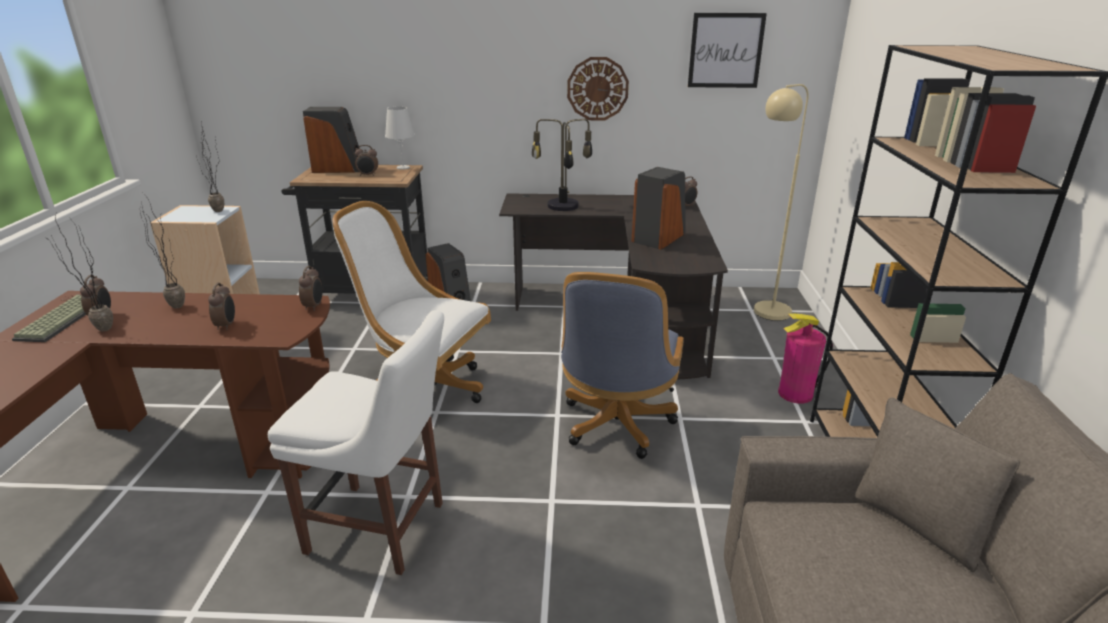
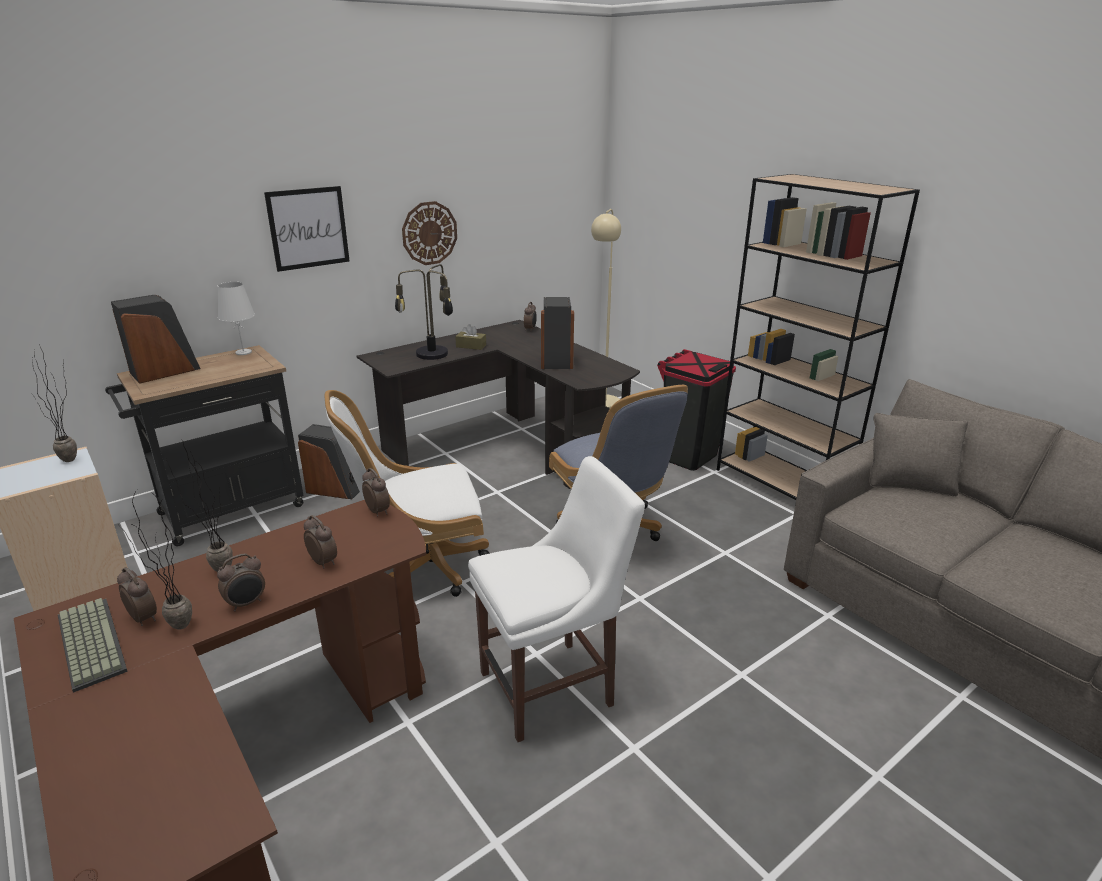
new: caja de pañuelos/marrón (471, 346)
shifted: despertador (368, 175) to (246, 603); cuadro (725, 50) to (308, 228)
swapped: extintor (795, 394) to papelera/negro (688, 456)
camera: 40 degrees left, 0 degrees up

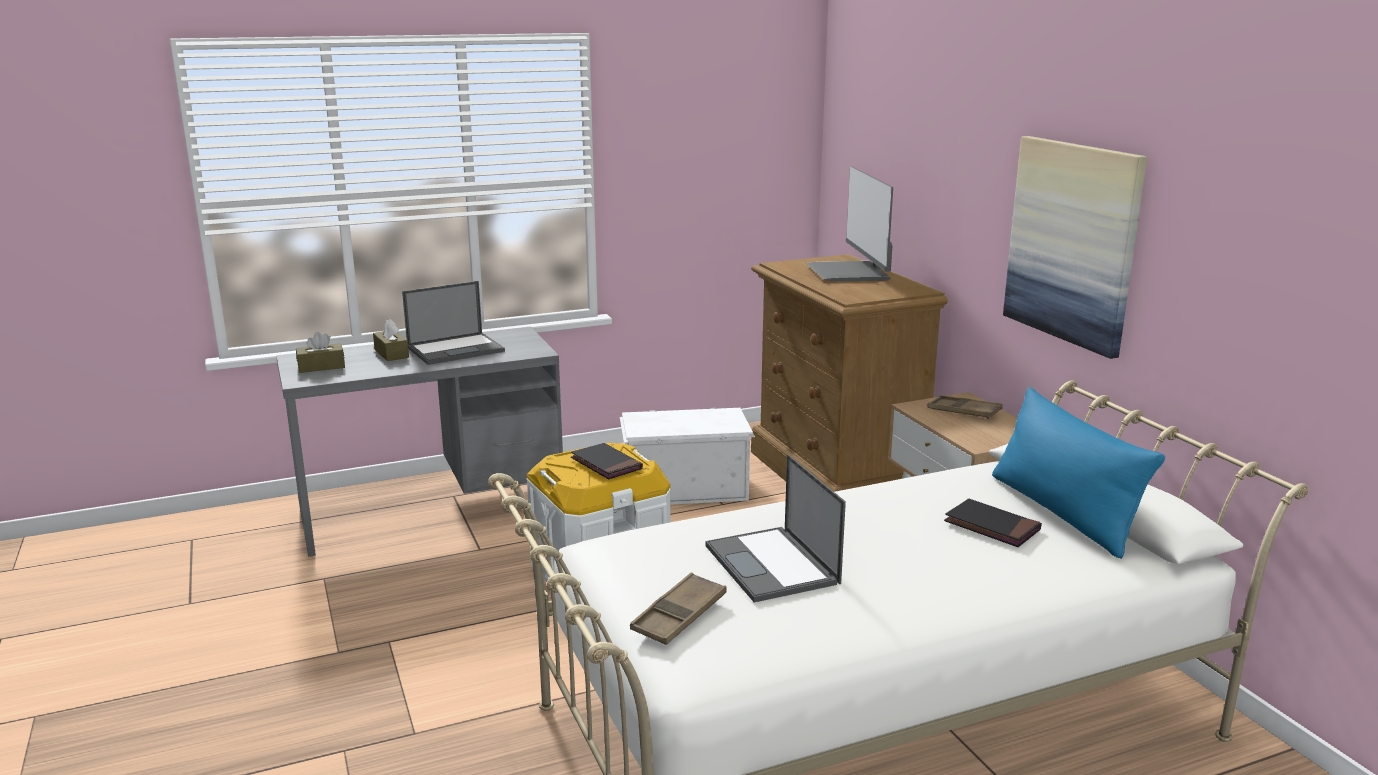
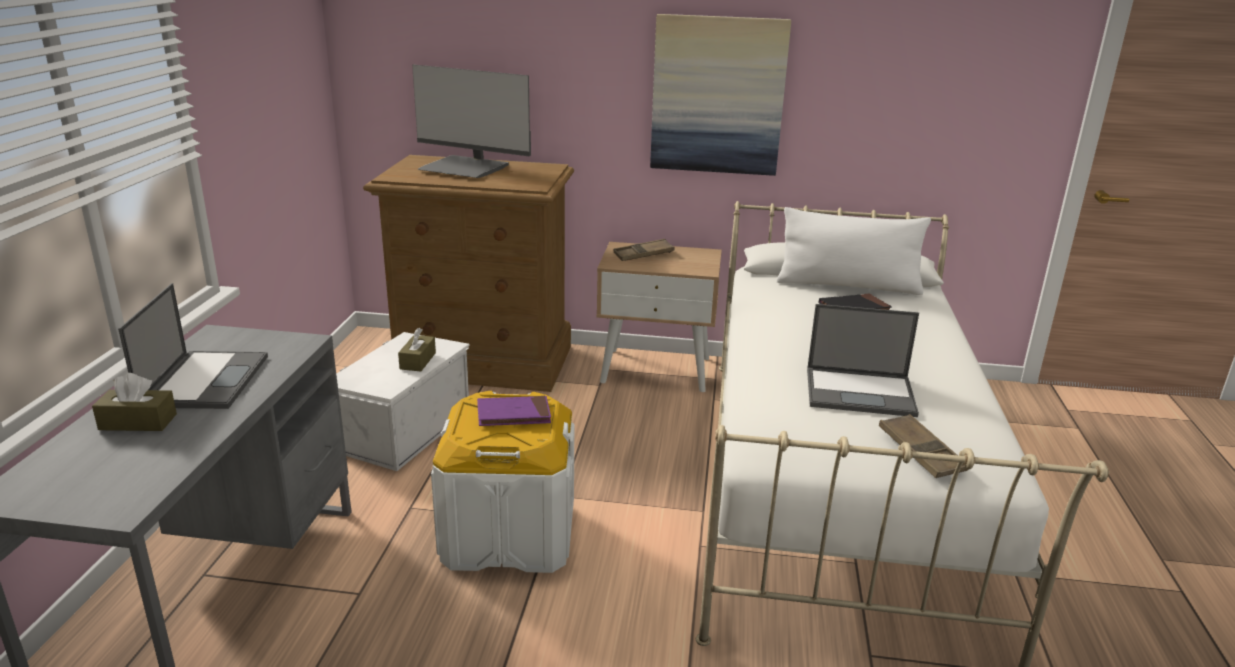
shifted: caja de pañuelos/marrón (321, 367) to (418, 361)
repainted: libro/negro (606, 464) to libro/morado (513, 415); cojín/azul (1062, 512) to cojín/blanco (848, 285)
camera: 60 degrees left, 5 degrees up

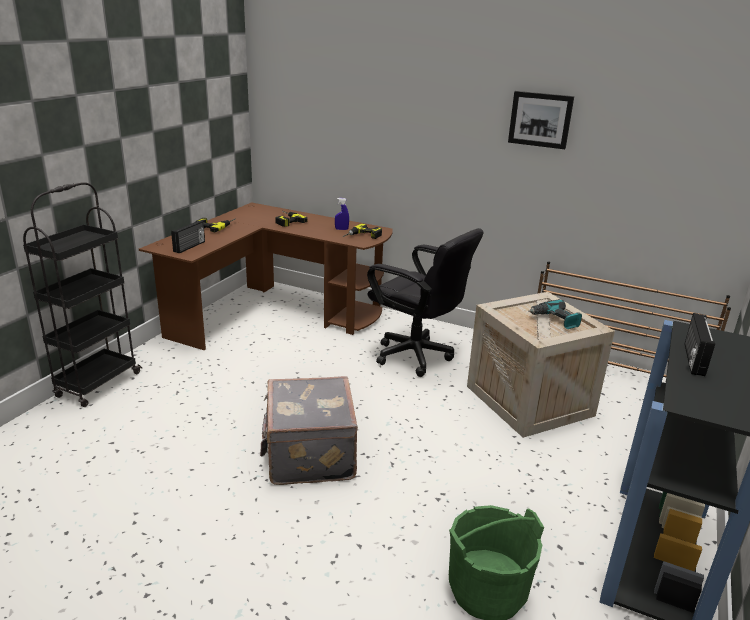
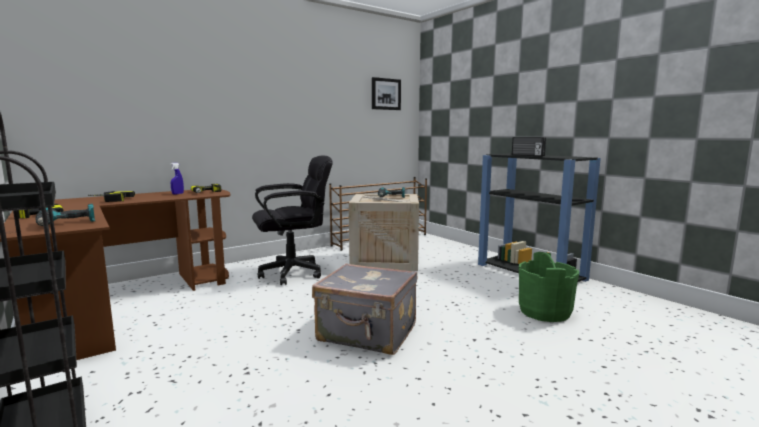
shifted: cuadro (540, 119) to (385, 94)
swapped: radio (190, 247) to taladro (67, 224)
camera: 60 degrees left, 15 degrees down

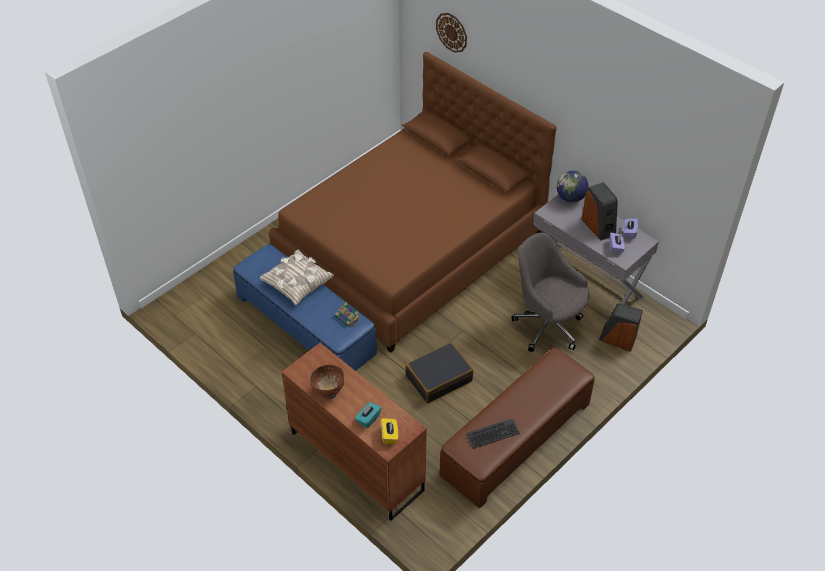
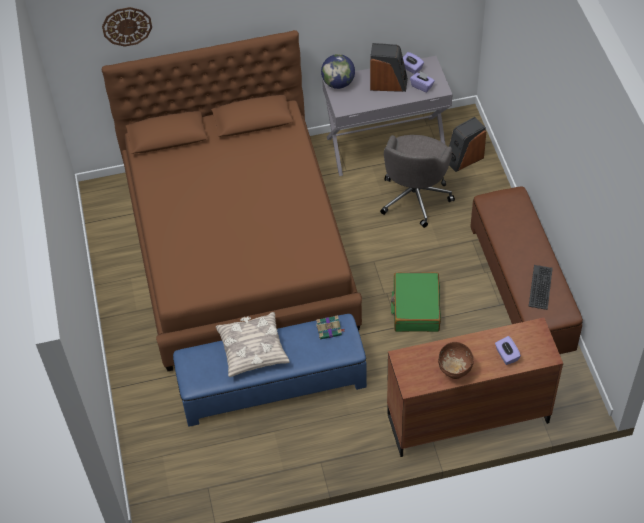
gone: caja de pañuelos/amarillo (389, 435)
repainted: caja de pañuelos/turquesa (368, 419) to caja de pañuelos/morado (506, 355); maleta/negro (438, 378) to maleta/verde (416, 308)
rotated: silla de oficina/gris (546, 326) = (414, 199) 60 degrees counterclockwise
camera: 55 degrees left, 5 degrees up

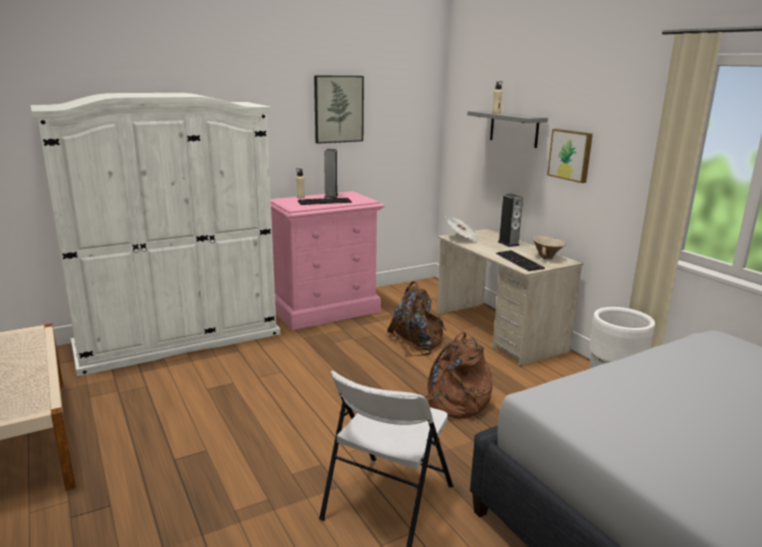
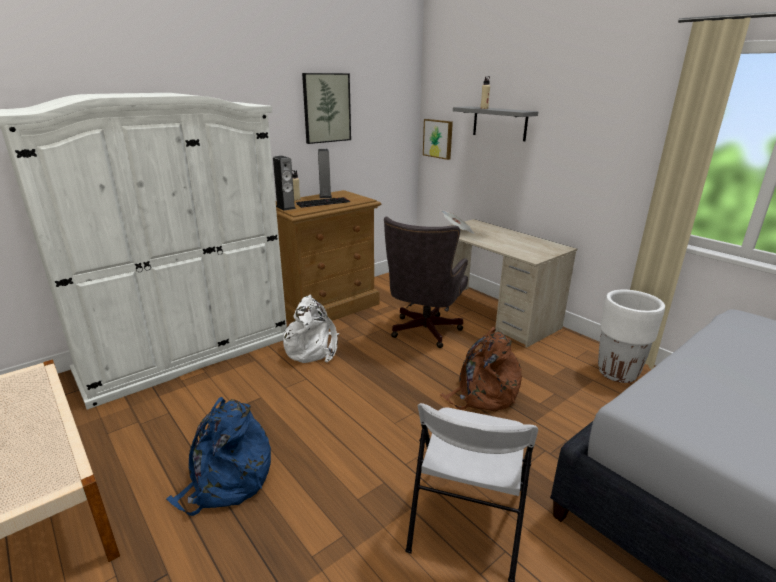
gone: teclado (520, 261); cuenco/beis (547, 257)
new: mochila/azul (226, 481); mochila/blanco (312, 349)
shifted: altavoz (508, 243) to (285, 207); cuadro (571, 155) to (438, 138)
swapped: mochila/marrón (416, 342) to silla de oficina/gris (424, 332)
repainted: cómoda/rosa (325, 310) to cómoda/marrón (327, 307)
camera: 10 degrees left, 5 degrees up

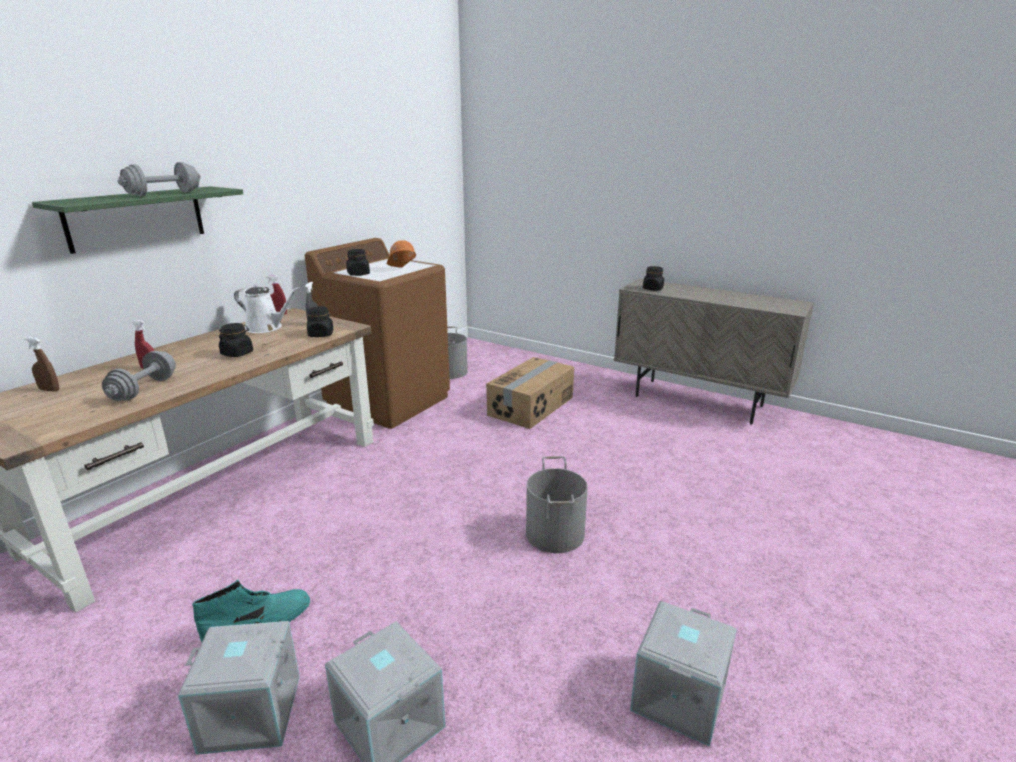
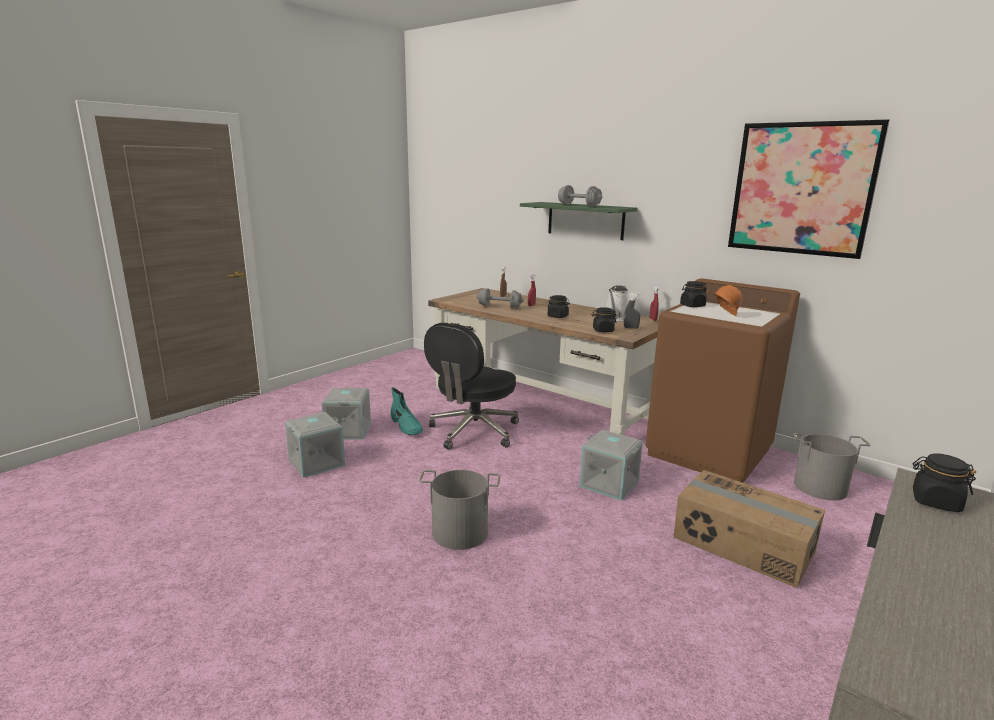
new: silla de oficina/negro (473, 431); cuadro (802, 189)
shifted: caja de almacenaje/gris (677, 695) to (610, 483)
camera: 95 degrees right, 5 degrees down

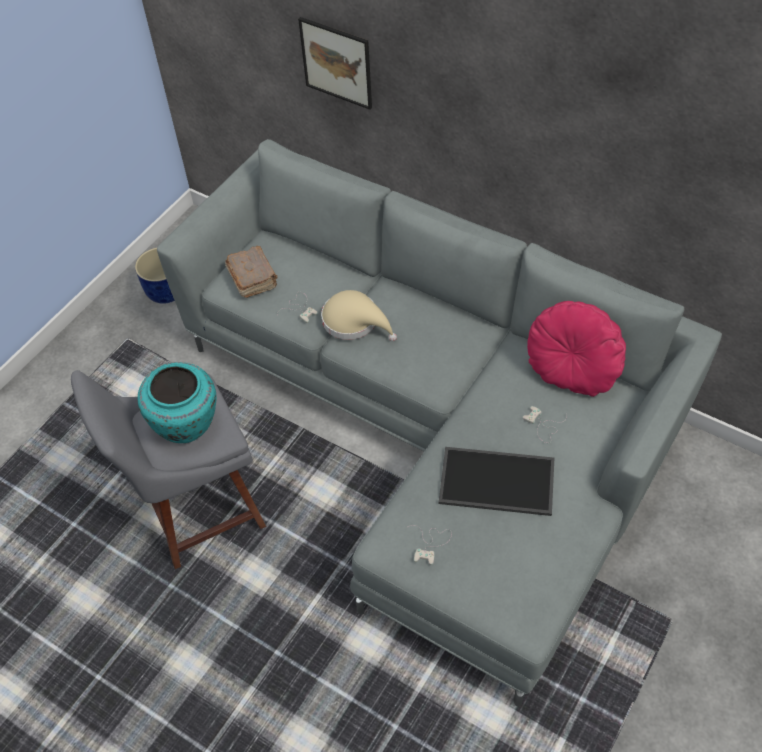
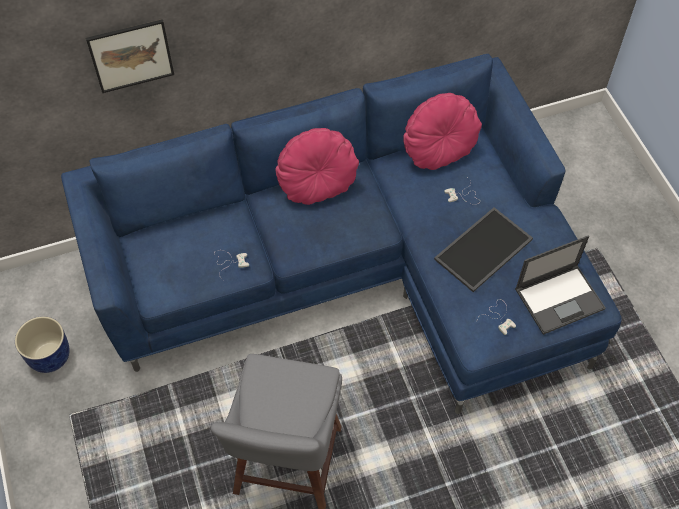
gone: florero/turquesa (187, 427); libro/marrón (253, 278); sombrero/beis (354, 321)
new: cojín/rosa (317, 188); portátil (560, 298)
repainted: sofá/gris (438, 430) to sofá/azul (358, 268)
camera: 55 degrees left, 5 degrees up

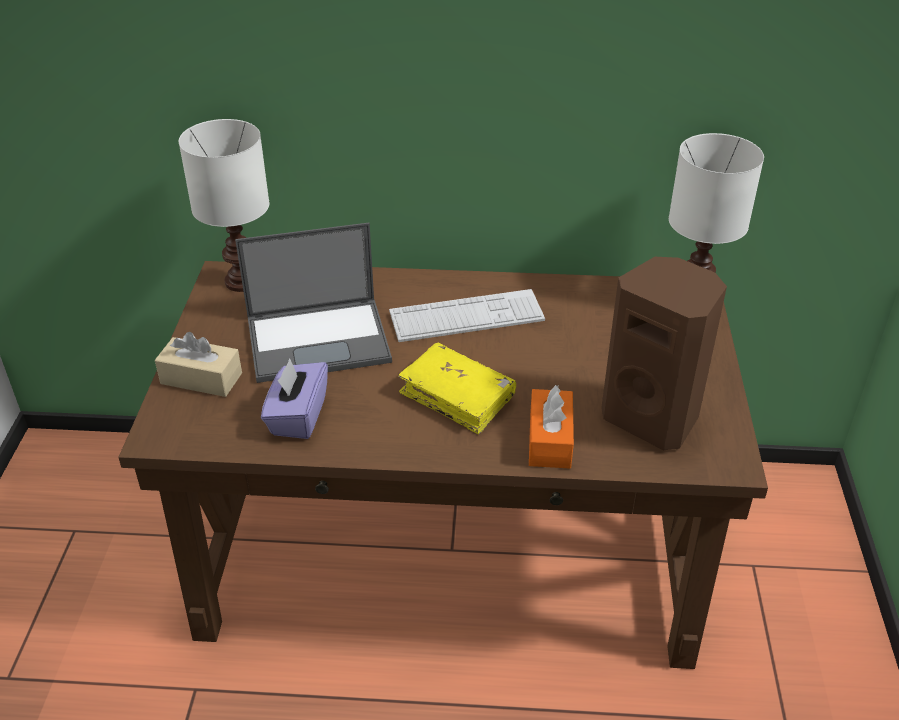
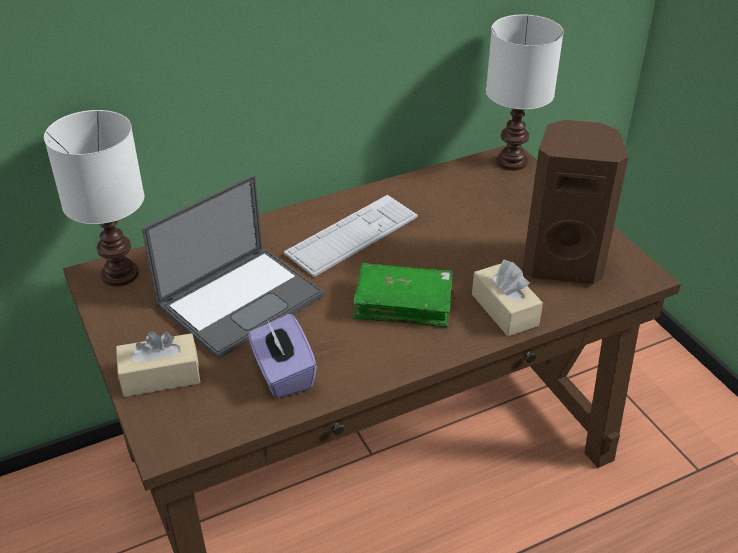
repainted: libro/amarillo (457, 396) to libro/verde (403, 303); caja de pañuelos/naranja (550, 440) to caja de pañuelos/beis (504, 309)
camera: 30 degrees left, 0 degrees up

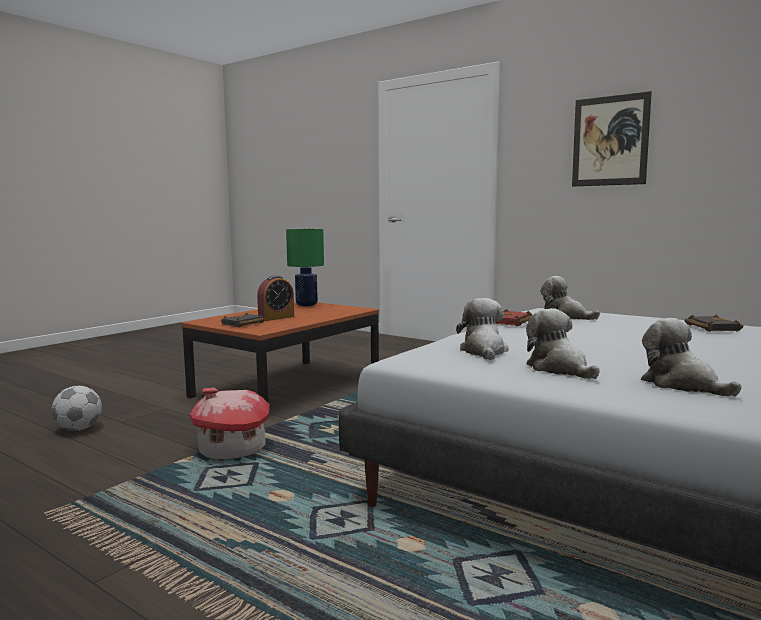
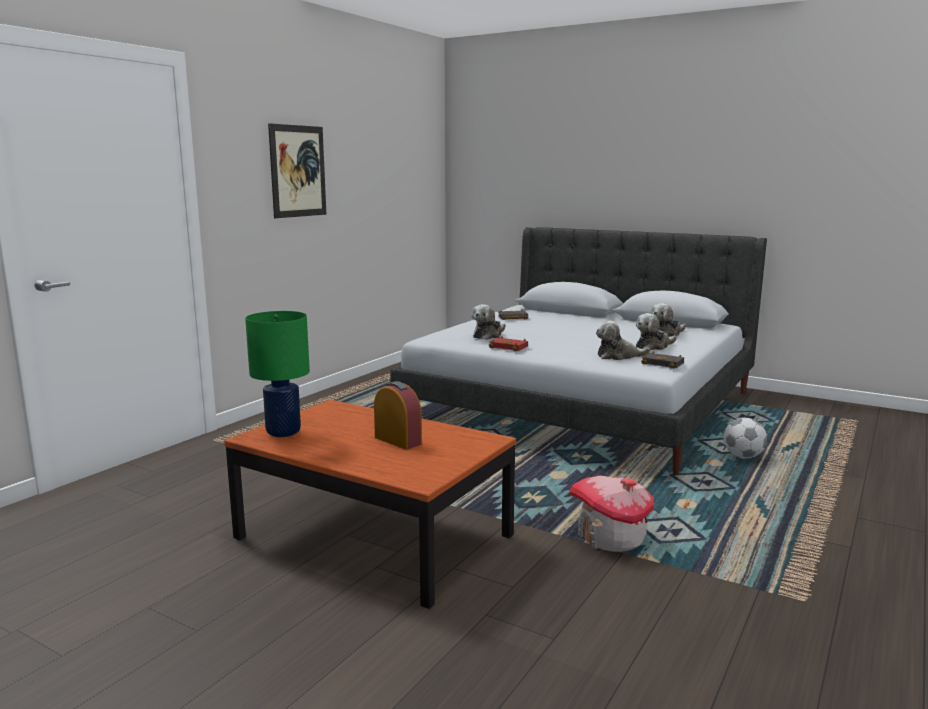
shifted: balón de fútbol (79, 429) to (742, 457); libro/negro (243, 324) to (664, 364)
camera: 95 degrees left, 5 degrees up

